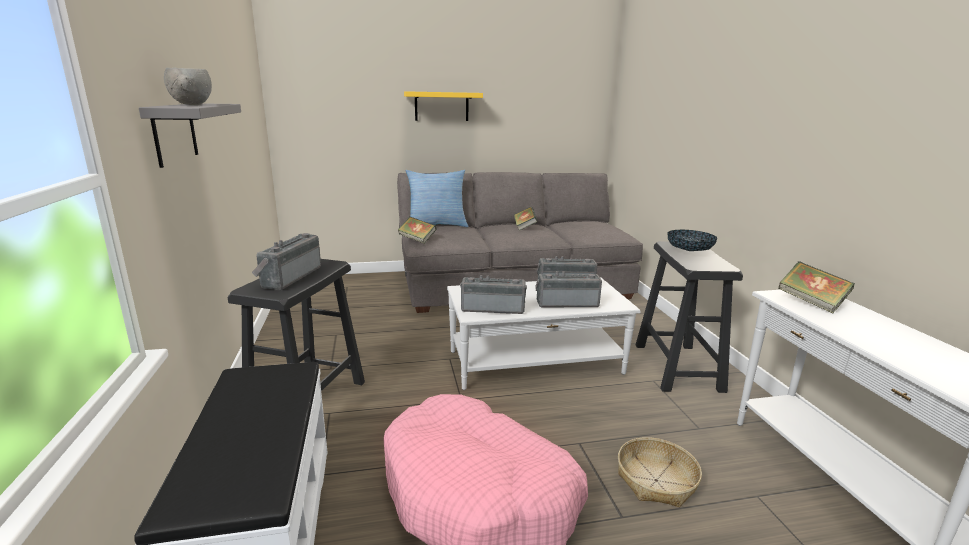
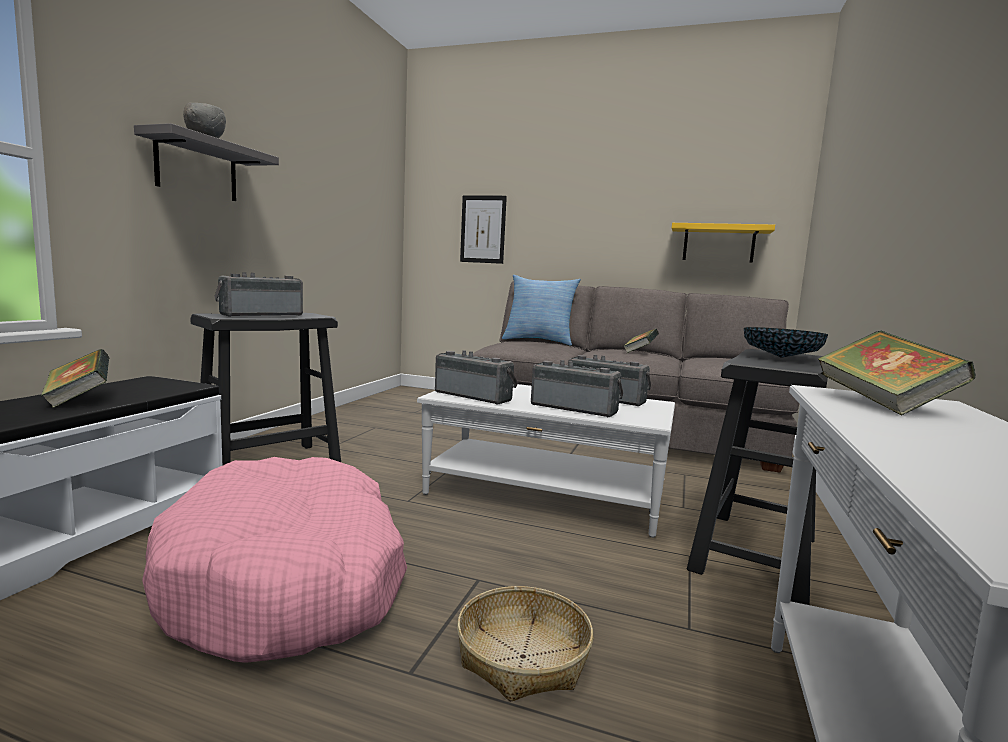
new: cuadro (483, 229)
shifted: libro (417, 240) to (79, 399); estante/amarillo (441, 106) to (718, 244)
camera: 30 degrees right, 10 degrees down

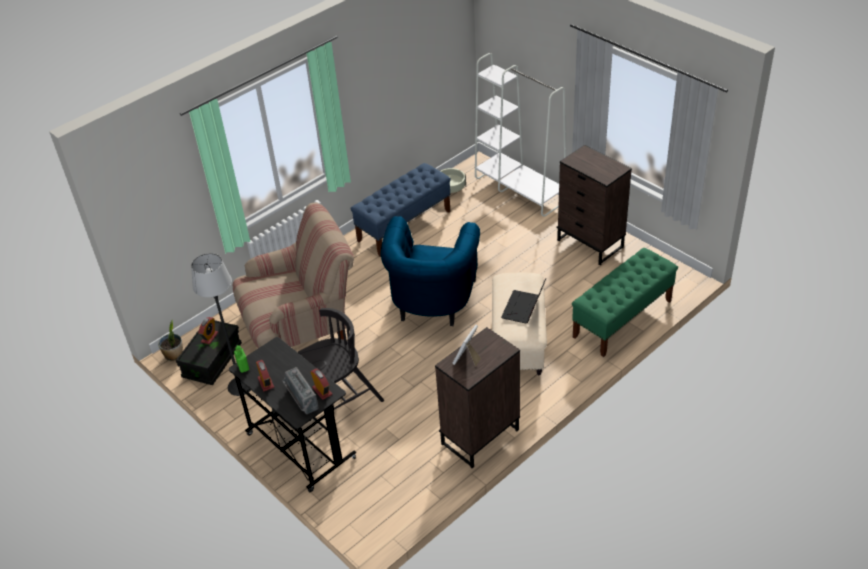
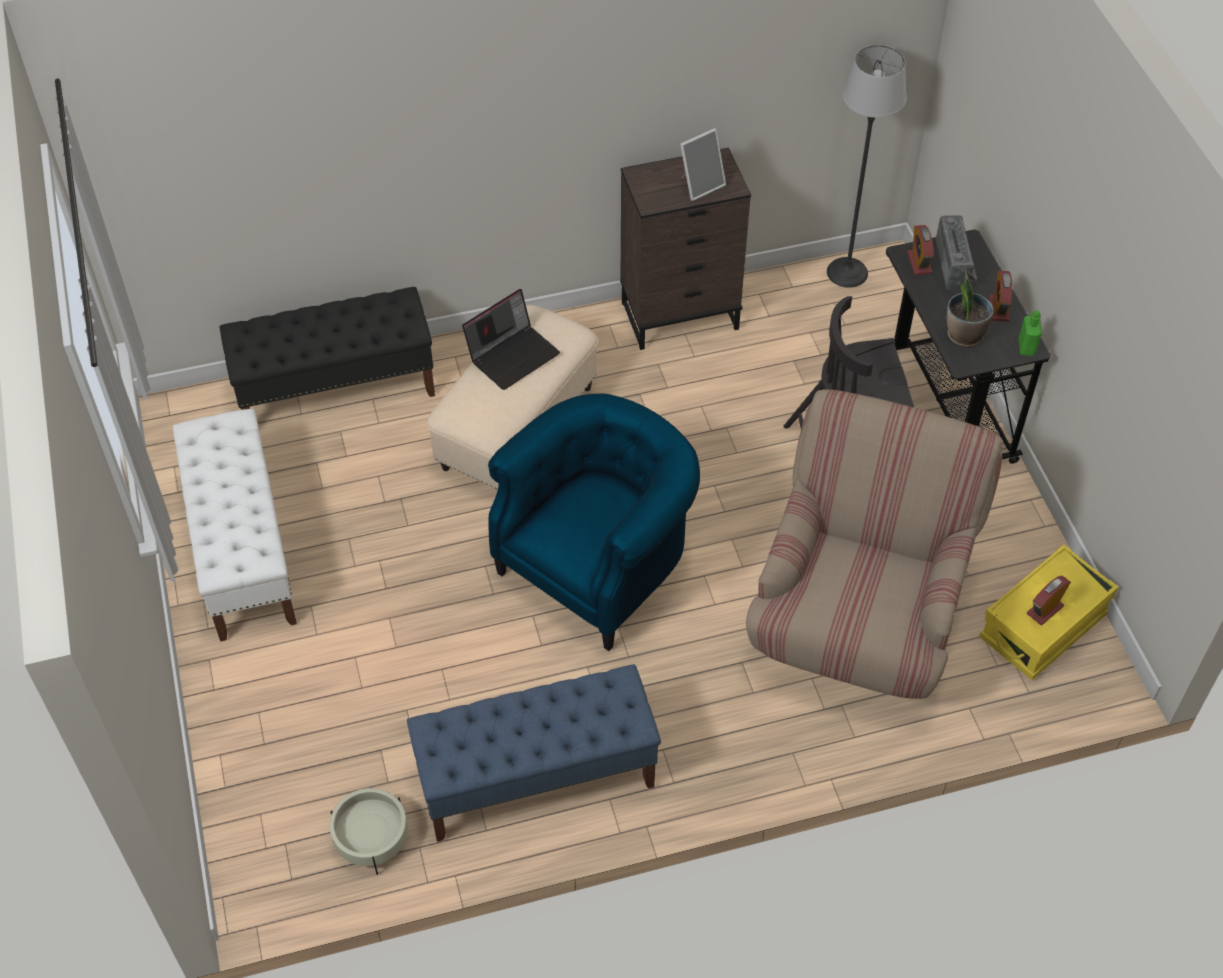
gone: perchero/blanco (520, 191)
shifted: planta en maceta (174, 355) to (964, 335); lámpara de pie (240, 386) to (847, 272)
swapped: cómoda/marrón (590, 244) to banco/blanco (243, 550)
repainted: caja de almacenaje/negro (212, 361) to caja de almacenaje/amarillo (1042, 627); banco/verde (622, 319) to banco/negro (336, 389)
rotated: sillón/beis (301, 327) = (857, 622) 105 degrees clockwise
camera: 155 degrees left, 10 degrees up

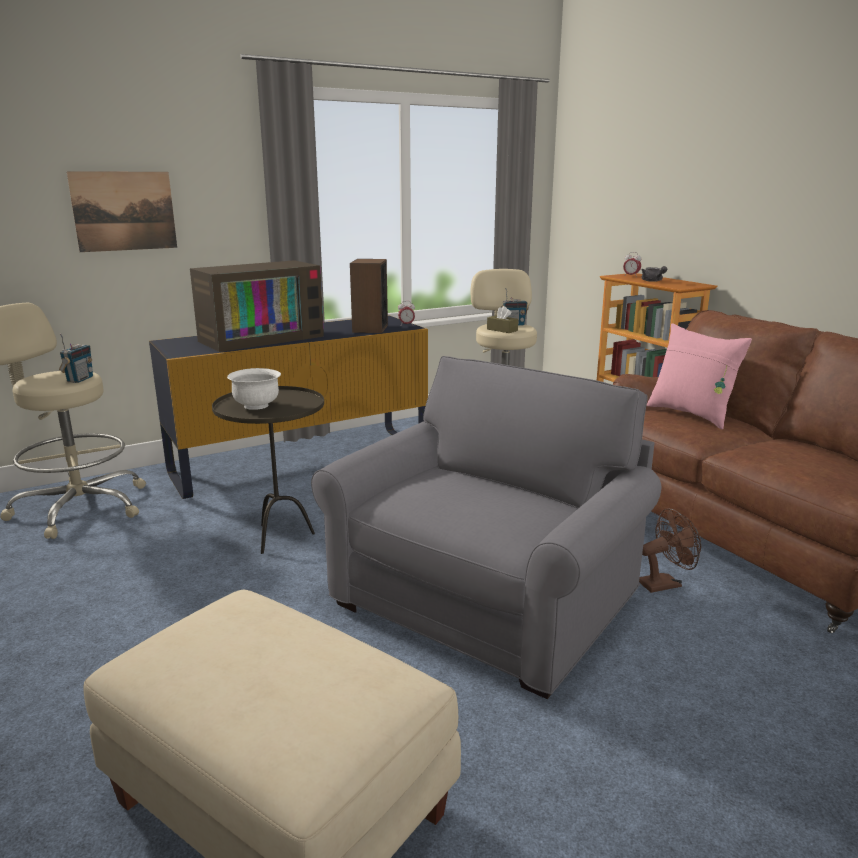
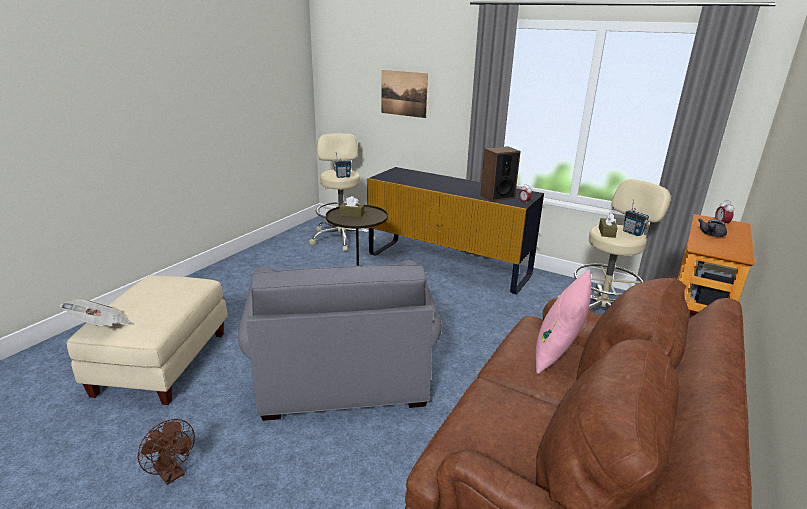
gone: televisor (261, 338)
new: periódico (100, 325)
shifted: ventilador/marrón (665, 583) to (172, 474)
swapped: cuenco/blanco (257, 406) to caja de pañuelos/marrón (351, 214)
rotated: sillón/gris (485, 602) = (342, 372) 75 degrees clockwise
camera: 60 degrees right, 5 degrees up

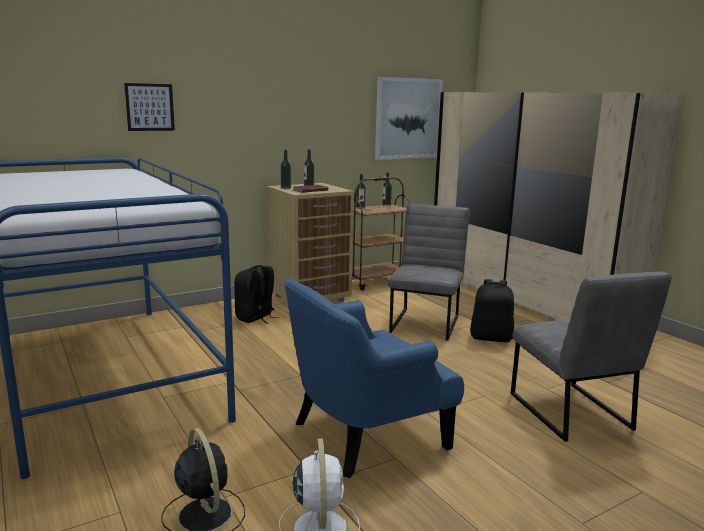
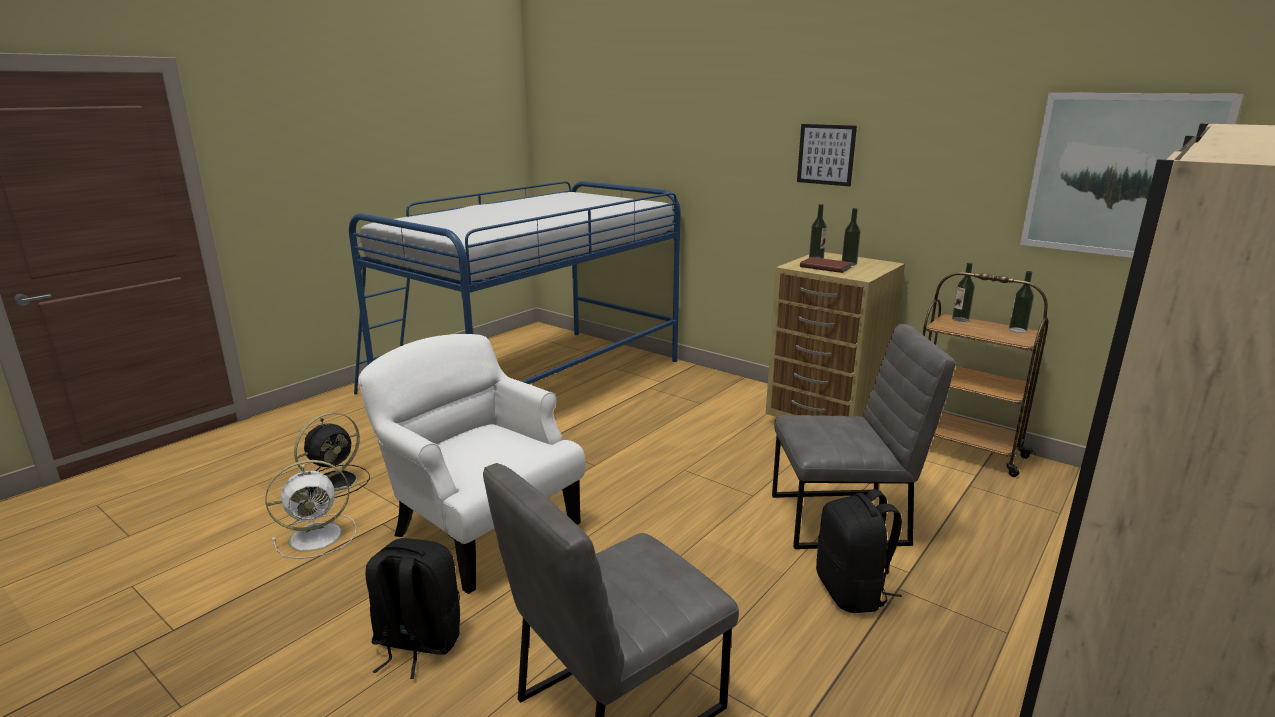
shifted: cuadro (150, 107) to (826, 154); mochila/negro (256, 318) to (416, 643)
repainted: sillón/azul (365, 433) to sillón/blanco (481, 529)
camera: 70 degrees right, 5 degrees up

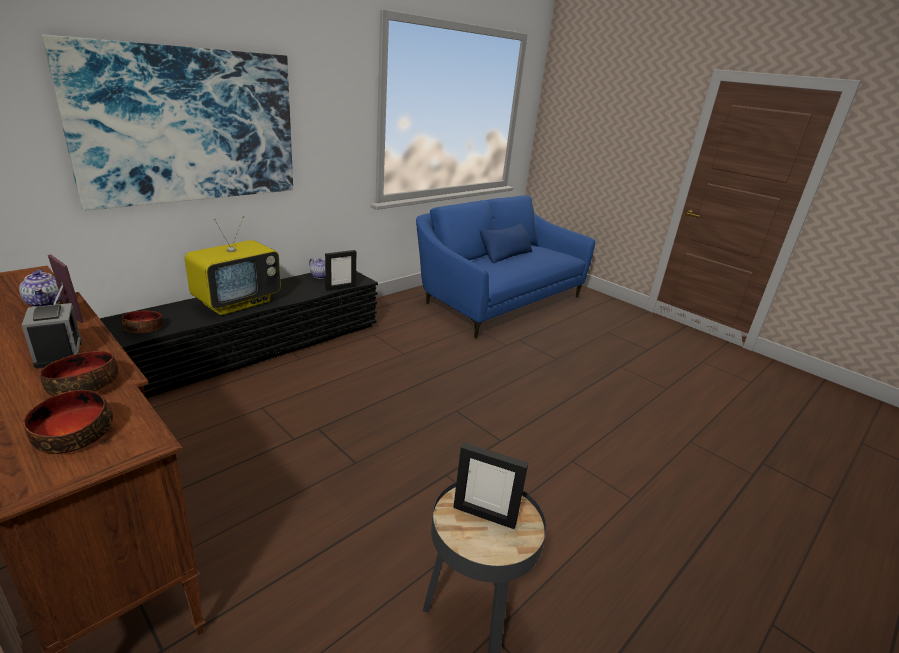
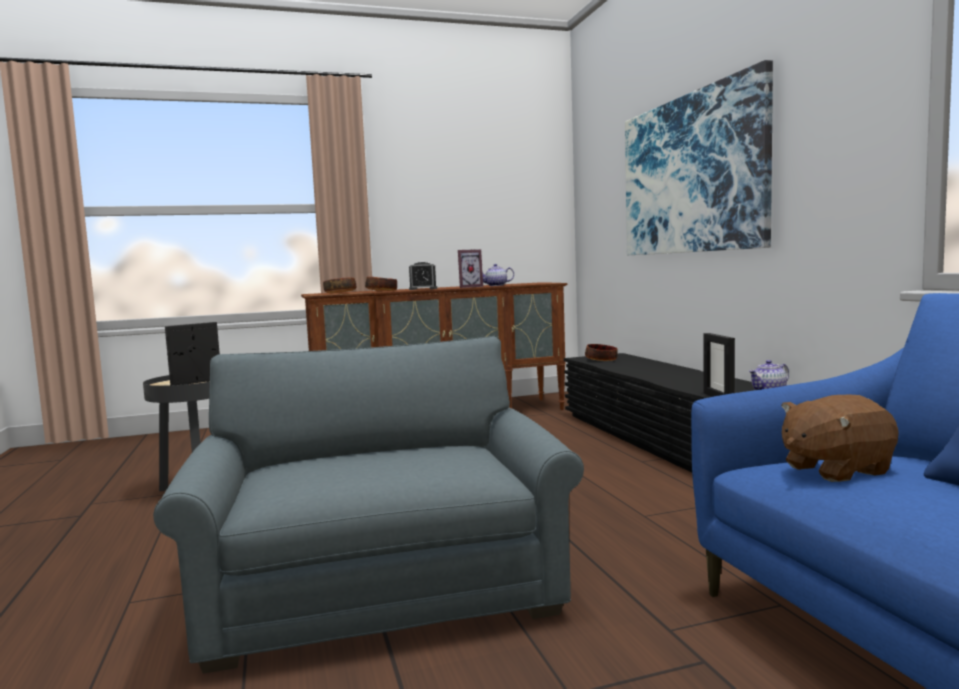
gone: televisor (237, 302)
new: sillón/gris (383, 587); peluche/marrón (834, 470)
camera: 120 degrees right, 20 degrees down

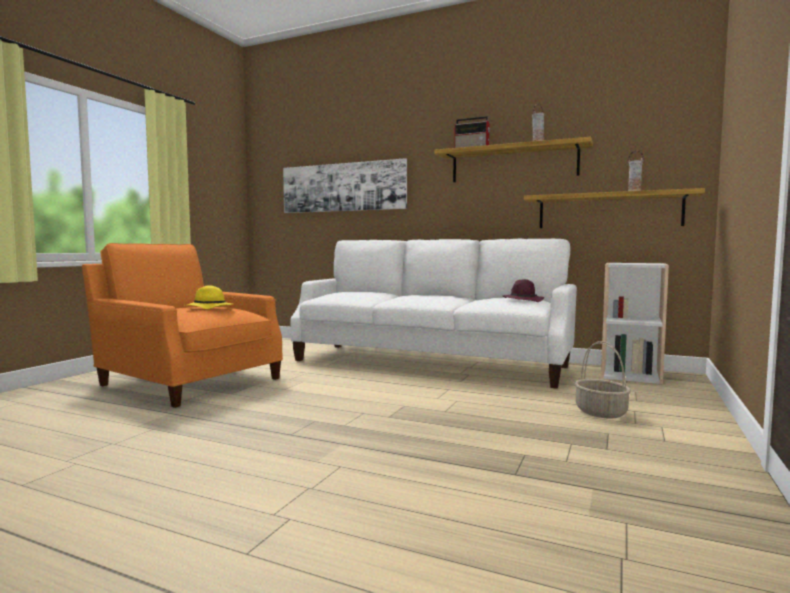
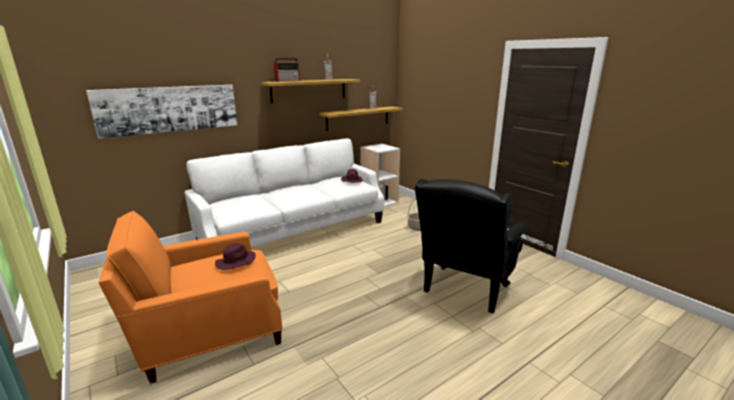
new: sillón/negro (462, 293)
repainted: sombrero/amarillo (209, 308) to sombrero/morado (235, 263)
camera: 60 degrees left, 15 degrees up

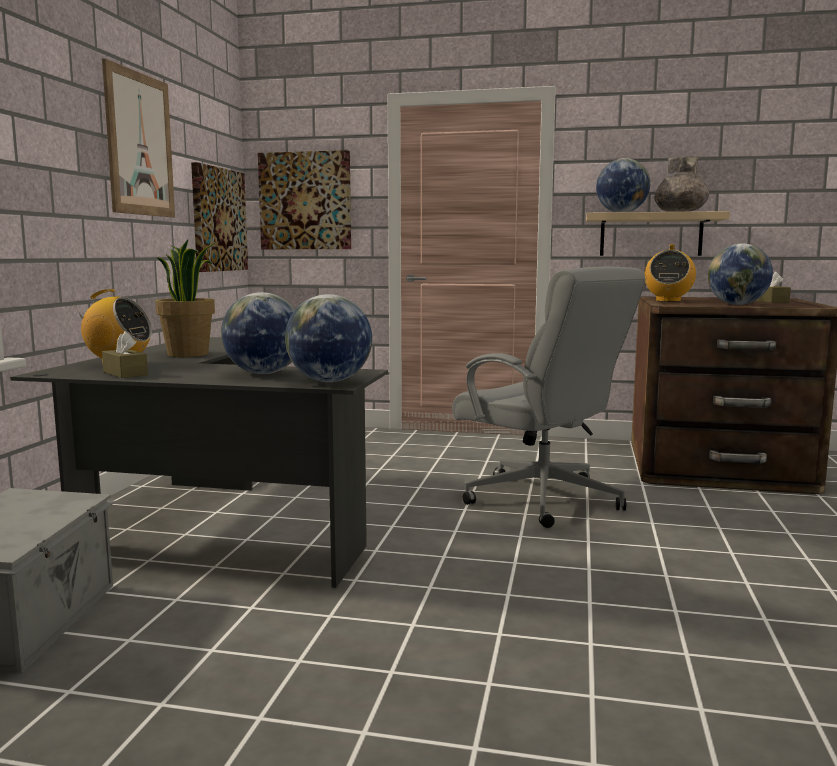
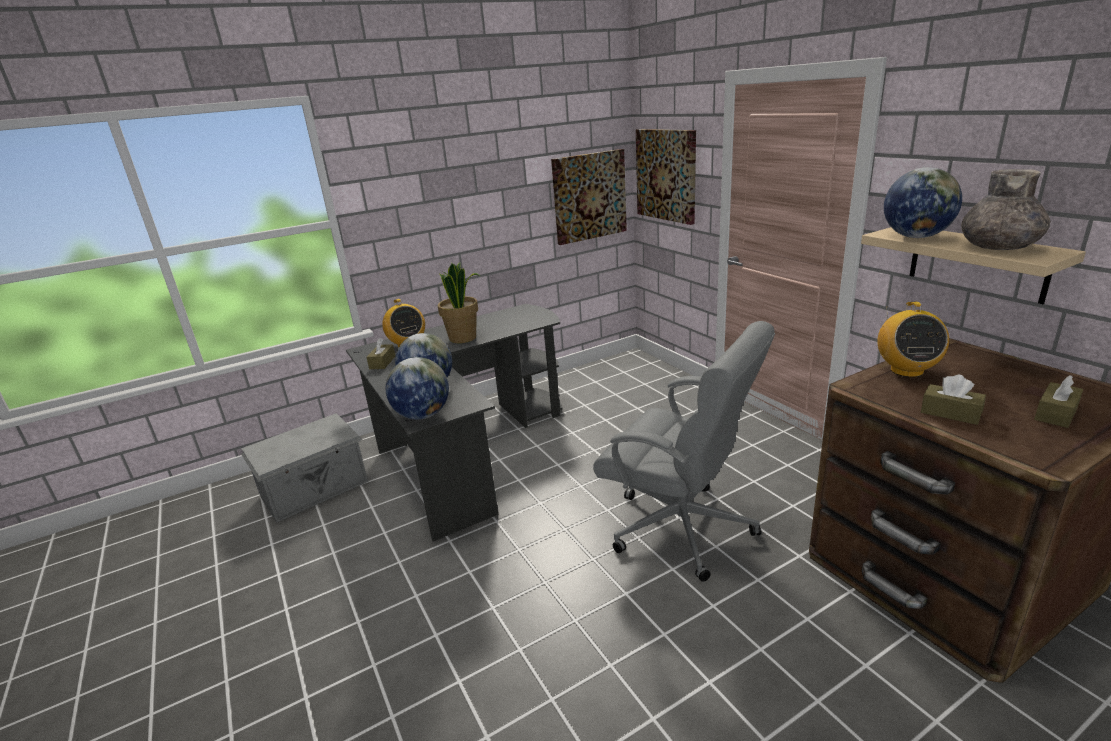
gone: cuadro (140, 144)
swapped: globo terráqueo (737, 304) to caja de pañuelos/marrón (950, 413)
rotated: silla de oficina/gris (542, 498) = (680, 527) 60 degrees counterclockwise; radio (668, 301) = (906, 370) 60 degrees counterclockwise
camera: 50 degrees right, 15 degrees up

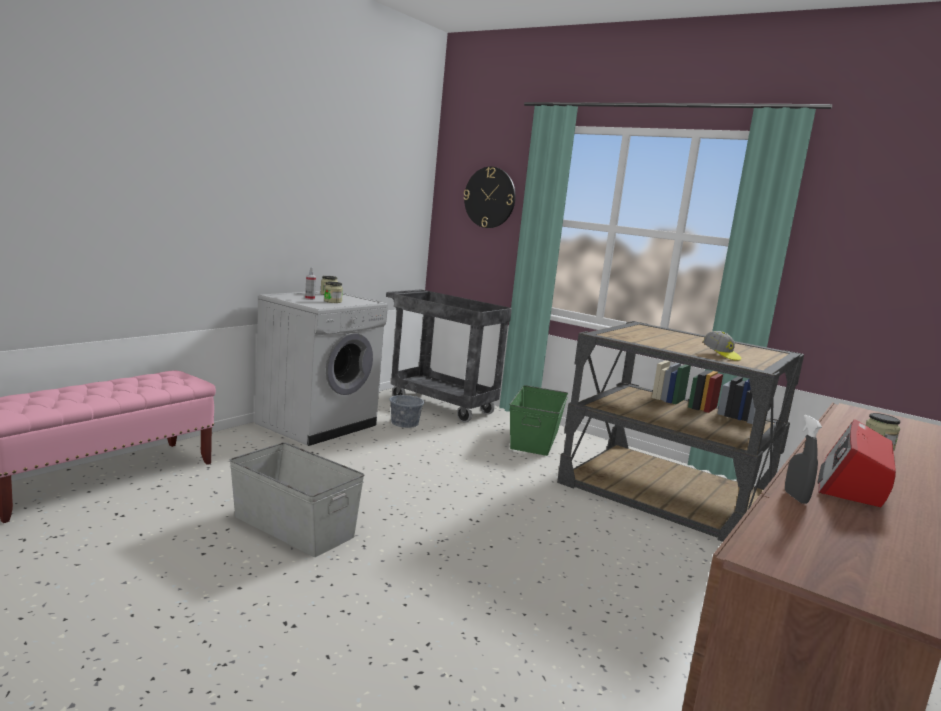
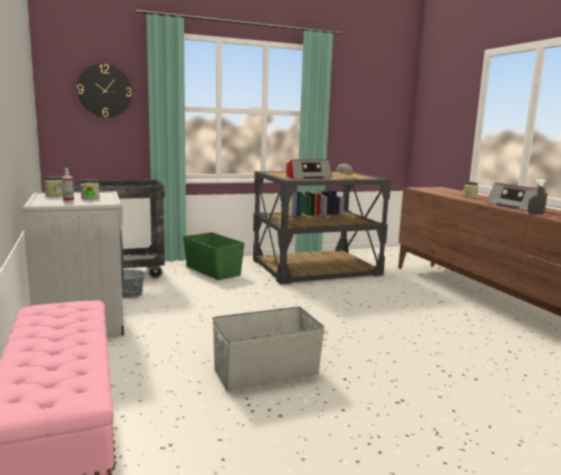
new: radio (308, 177)
camera: 55 degrees left, 0 degrees up

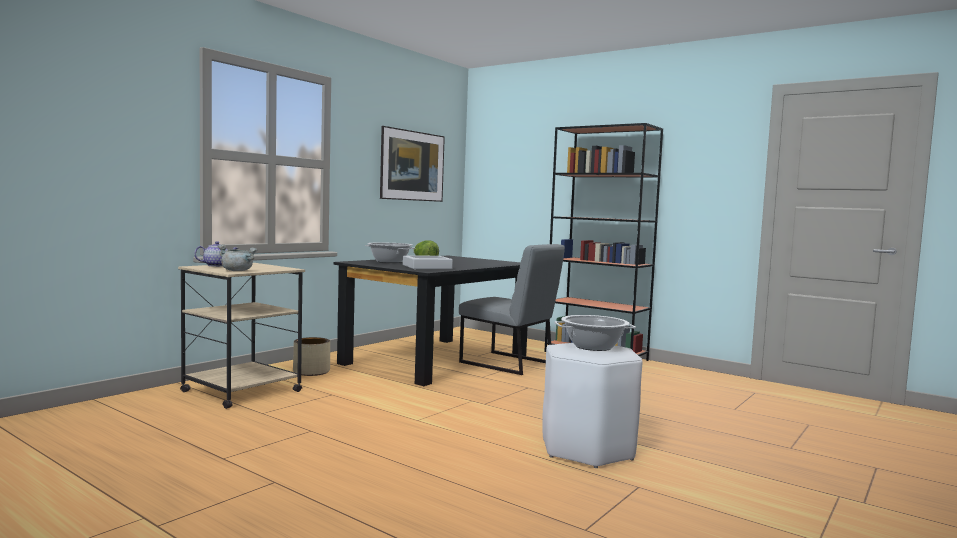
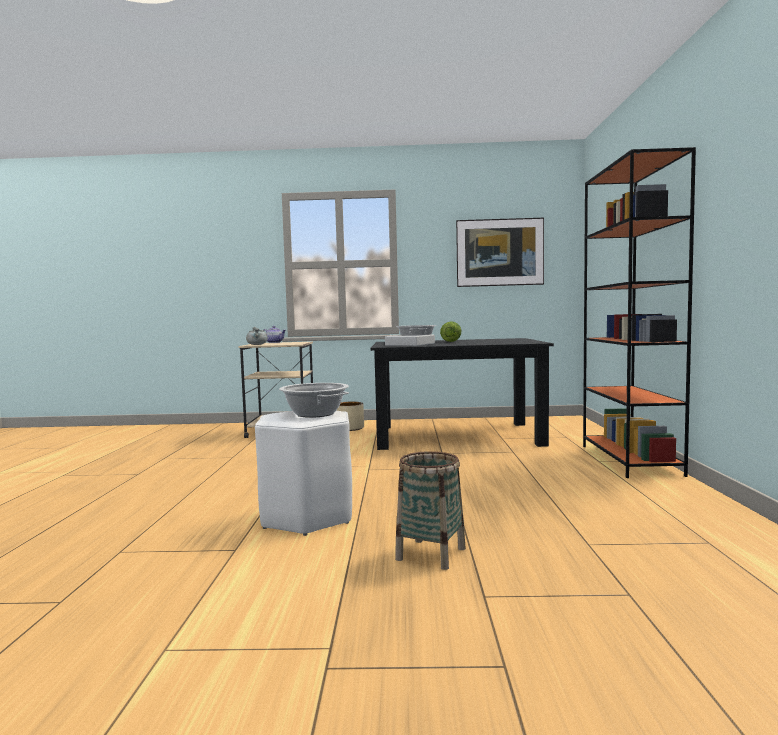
gone: silla/gris (508, 363)
new: cesta (431, 554)
camera: 55 degrees right, 0 degrees up

